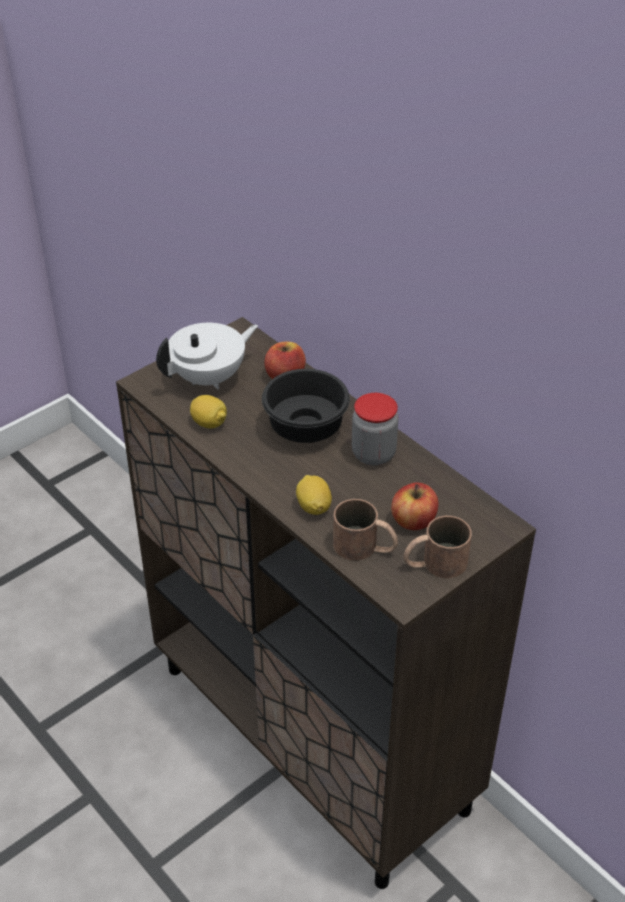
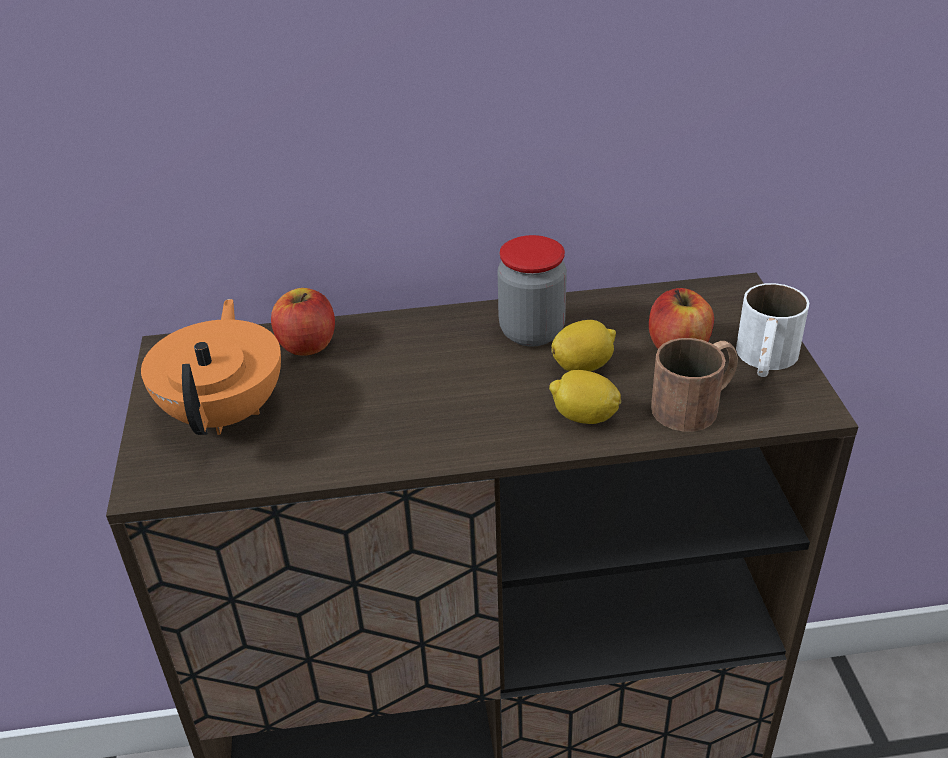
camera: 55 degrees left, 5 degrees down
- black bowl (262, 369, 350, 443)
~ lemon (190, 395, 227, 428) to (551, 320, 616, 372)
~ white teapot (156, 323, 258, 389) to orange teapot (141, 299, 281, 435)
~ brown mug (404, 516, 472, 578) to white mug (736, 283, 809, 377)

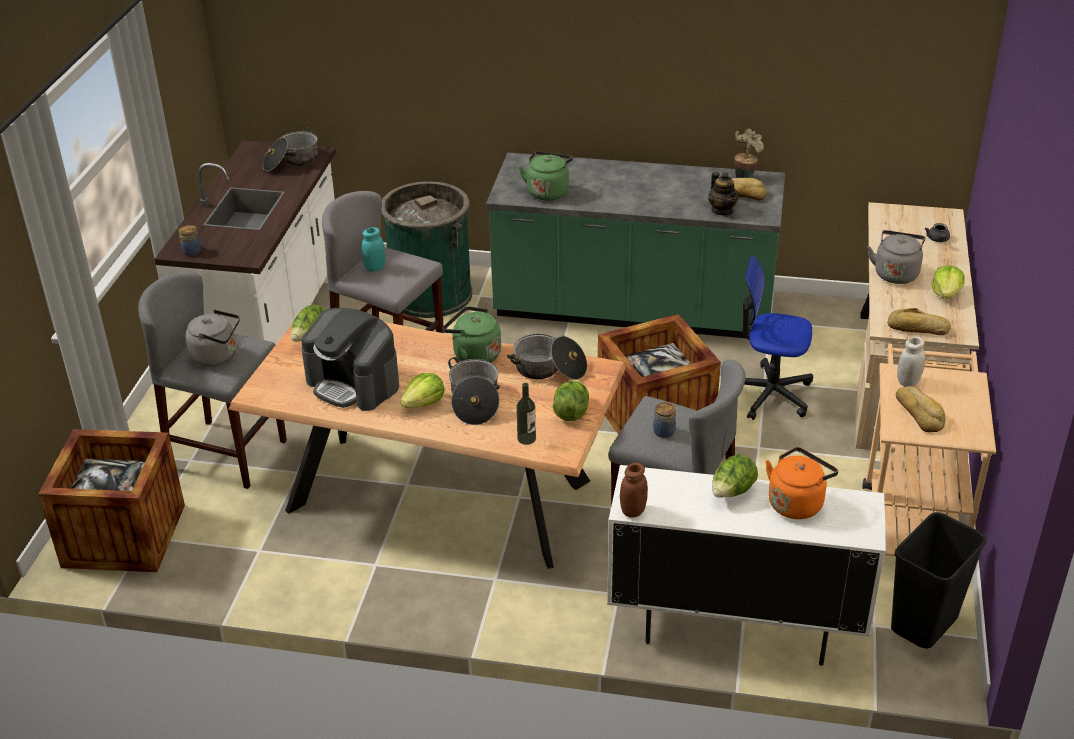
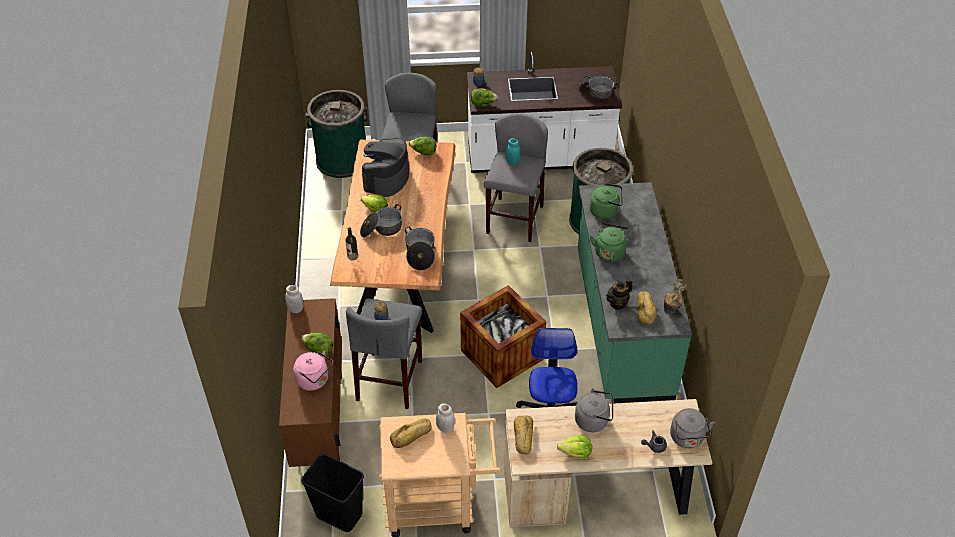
camera: 75 degrees right, 10 degrees up
~ grey kettle (185, 310, 240, 367) to (670, 408, 715, 448)
~ green kettle (442, 306, 501, 362) to (590, 223, 629, 262)
~ lettuce (553, 380, 589, 421) to (471, 88, 498, 107)
~ crate (38, 429, 185, 572) to green trash can (305, 90, 368, 178)
~ white cabinet (607, 465, 886, 666) to brown cabinet (279, 298, 342, 467)
~ brown jar (620, 463, 648, 518) to white jar (285, 285, 304, 313)
~ orange kettle (766, 447, 838, 519) to pink kettle (293, 351, 333, 391)

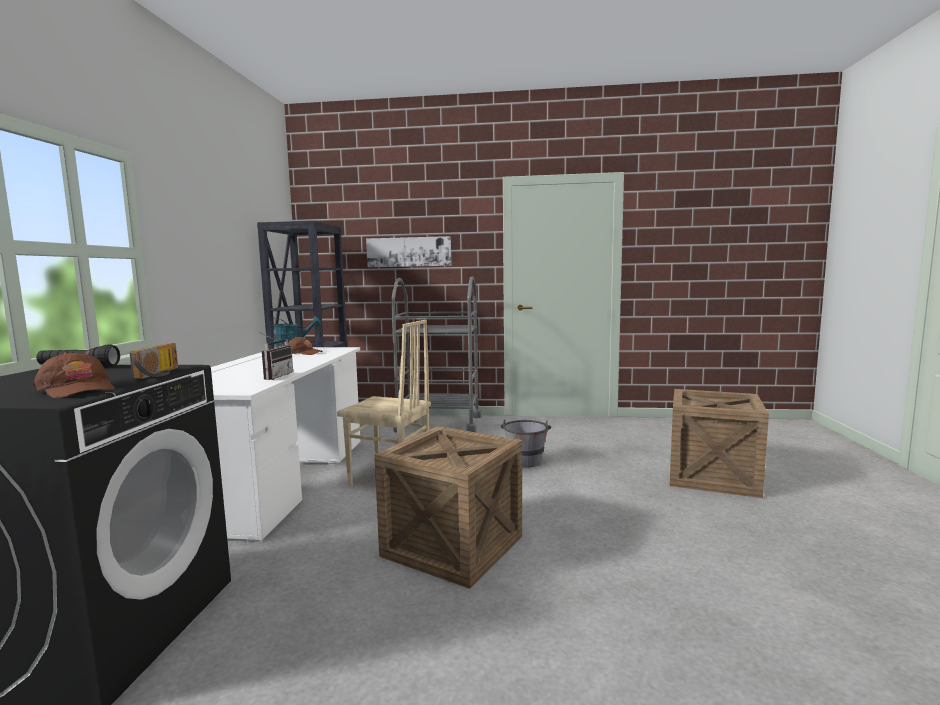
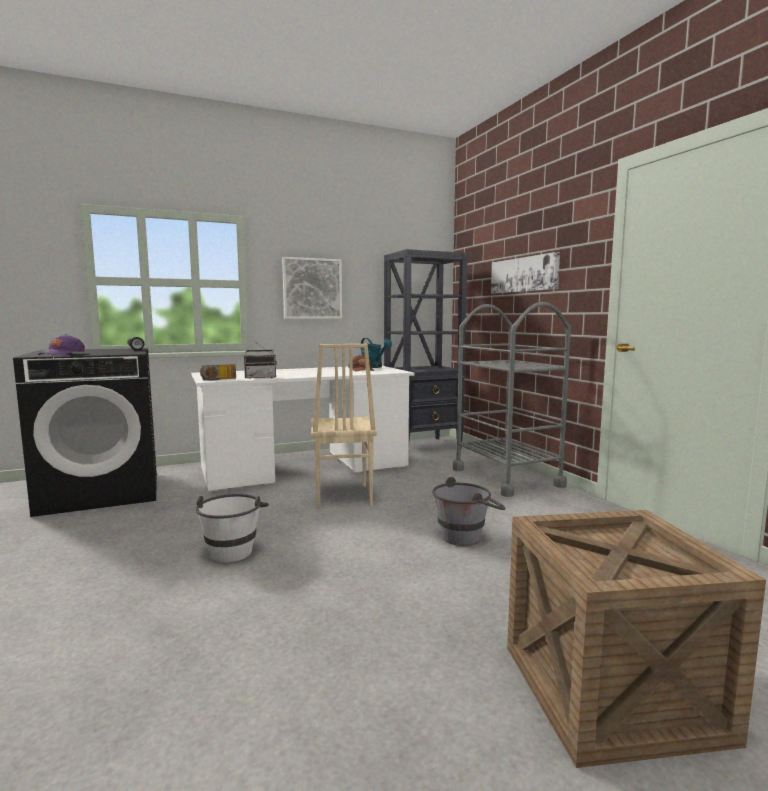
camera: 60 degrees right, 0 degrees up
+ picture (282, 257, 342, 319)
~ radio (130, 343, 178, 379) to (200, 364, 236, 380)
~ crate (374, 426, 522, 589) to white bucket (196, 494, 269, 563)
~ brown cap (34, 352, 115, 398) to purple cap (38, 334, 85, 355)

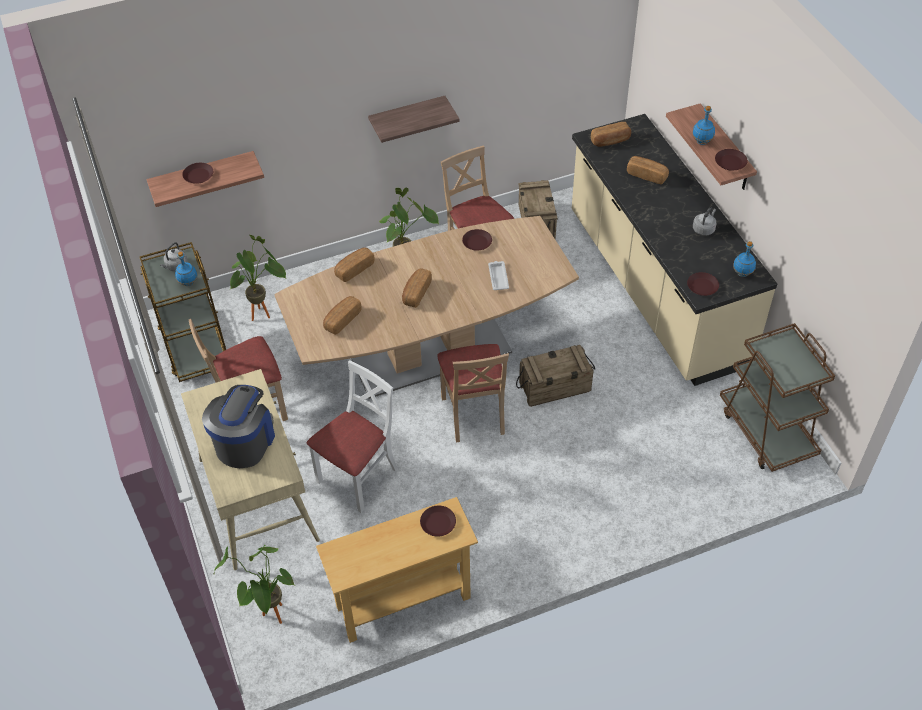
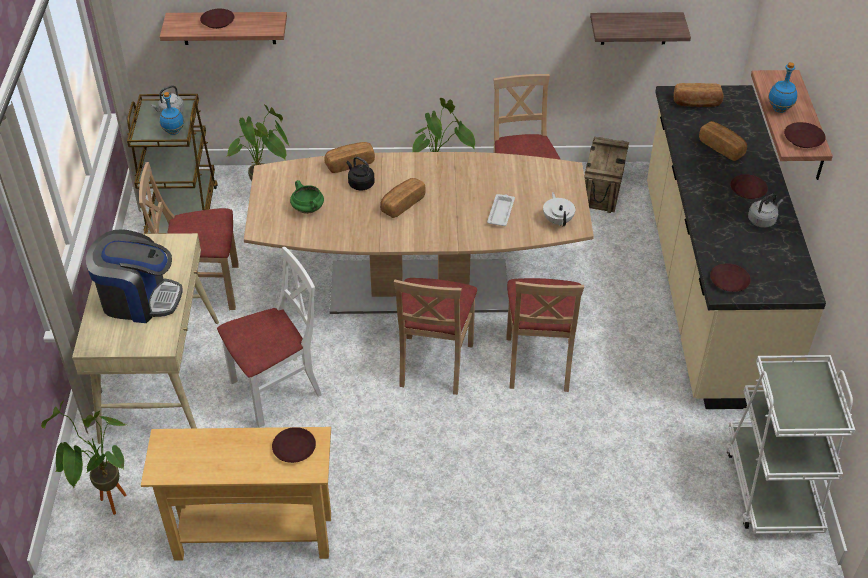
camera: 20 degrees right, 5 degrees down
- blue bottle (733, 241, 756, 277)
+ black kettle (347, 157, 375, 190)
+ white teapot (543, 192, 575, 226)
~ shelf (368, 96, 460, 143) to (590, 12, 691, 45)
~ brown plate (462, 229, 492, 251) to (730, 174, 768, 199)
~ bread (323, 296, 361, 335) to green cooking pot (290, 180, 324, 214)
~ crate (516, 345, 595, 407) to beige chair (506, 278, 584, 392)
~ brown cart (720, 323, 835, 472) to white cart (727, 355, 855, 534)
~ coffee machine (202, 385, 275, 468) = (86, 229, 182, 323) 60 degrees clockwise

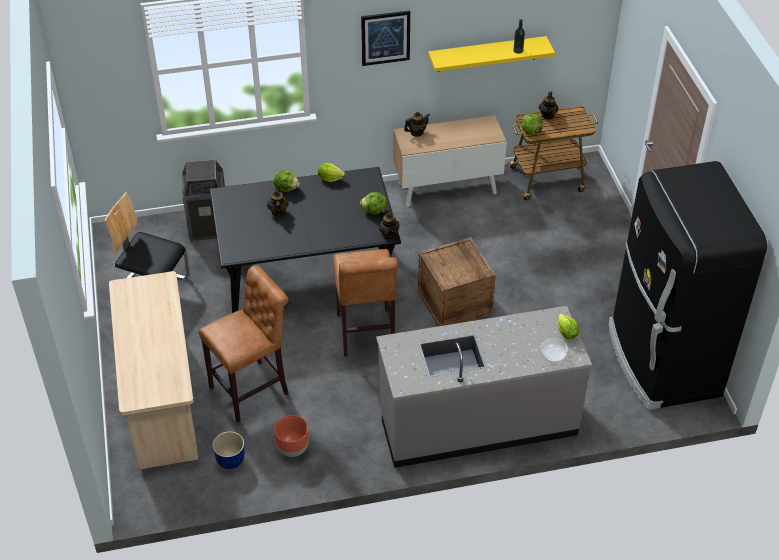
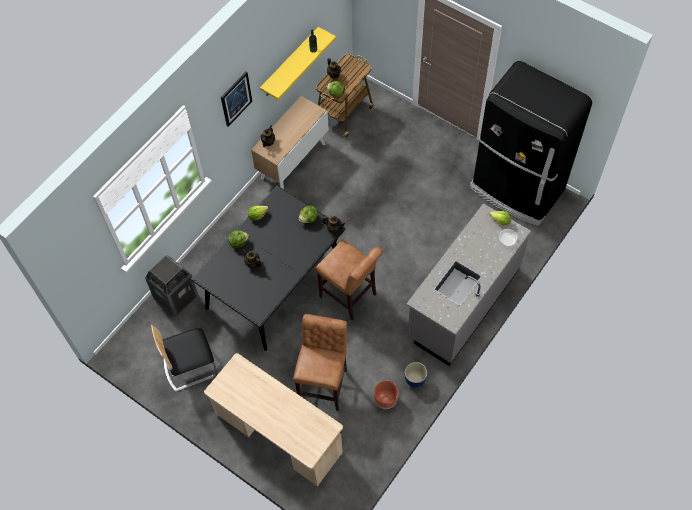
camera: 40 degrees left, 15 degrees up
- crate (418, 237, 496, 326)
~ planter (212, 431, 245, 469) to (405, 362, 427, 387)

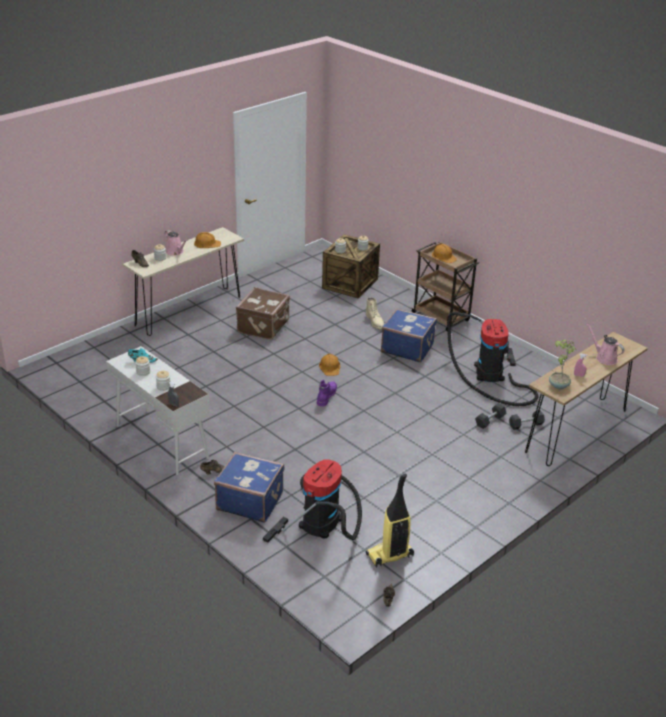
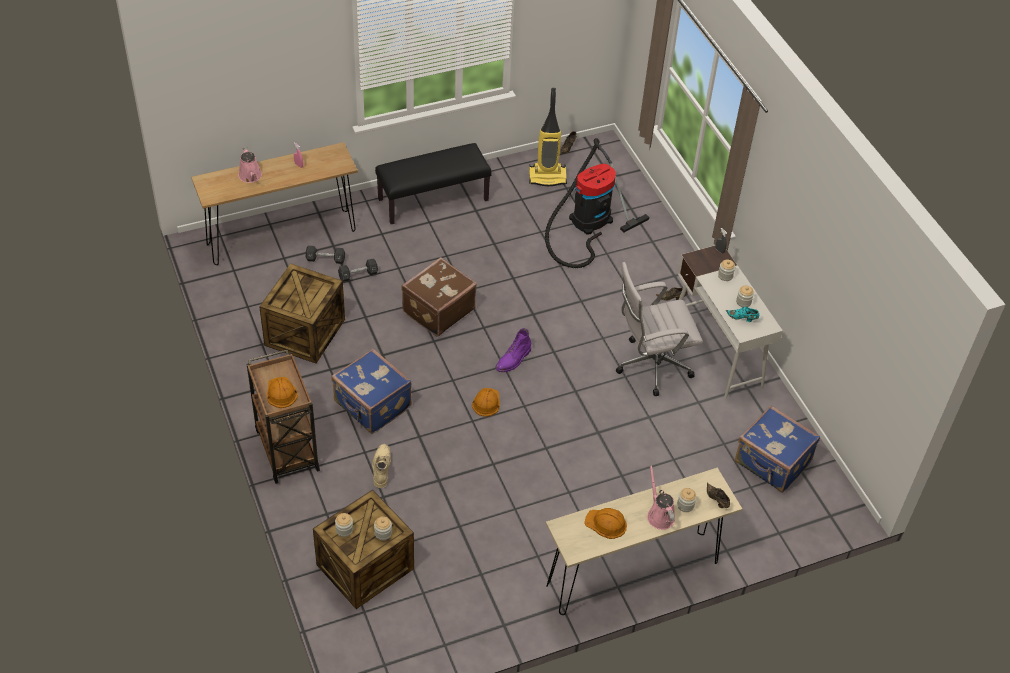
camera: 160 degrees left, 15 degrees up
- potted plant (549, 340, 576, 389)
+ black bench (375, 143, 492, 224)
+ white office chair (616, 262, 703, 396)
~ blue suitcase (214, 452, 285, 522) to (735, 405, 820, 493)
~ brown suitcase (236, 287, 290, 340) to (401, 257, 477, 337)
~ vacuum cleaner (447, 312, 538, 406) to crate (259, 263, 345, 364)

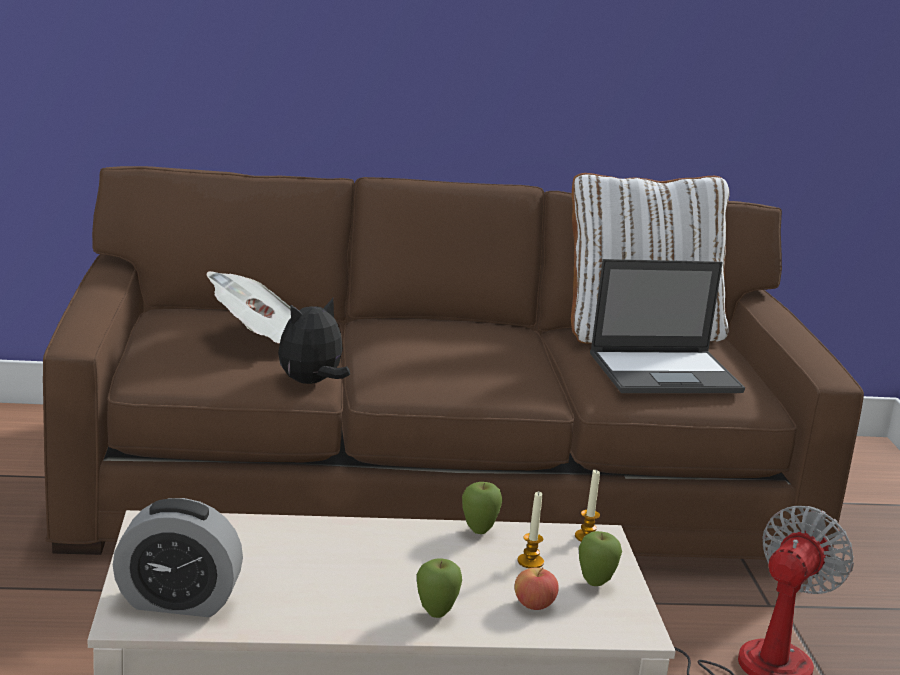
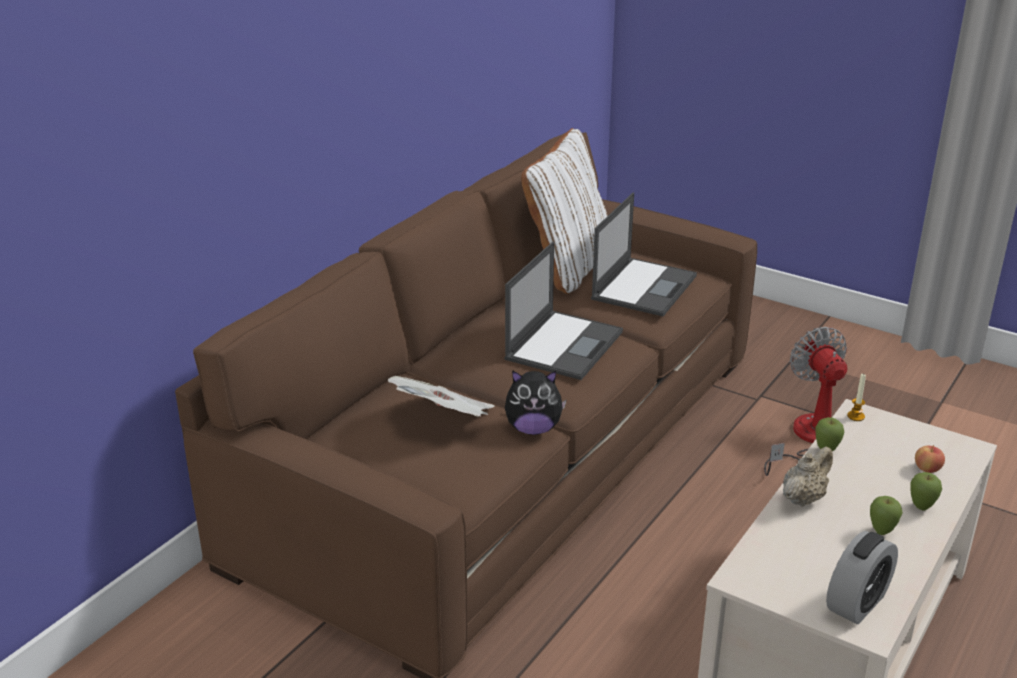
camera: 50 degrees left, 10 degrees up
- candle (517, 492, 544, 568)
+ laptop (504, 241, 623, 380)
+ beige teapot (783, 447, 833, 507)
~ apple (579, 531, 622, 586) to (870, 496, 903, 535)
~ plush toy (278, 298, 350, 384) = (505, 370, 567, 435) 90 degrees counterclockwise

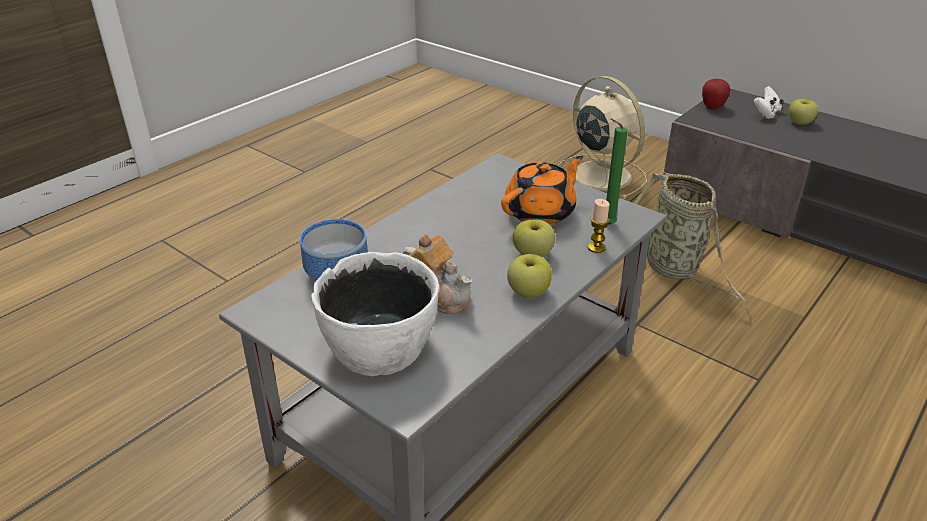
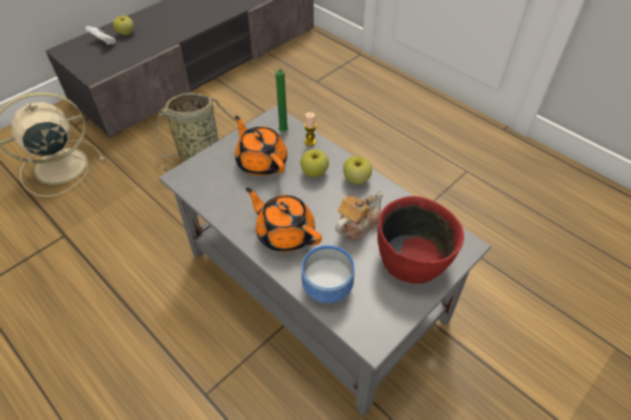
camera: 85 degrees left, 15 degrees up
- apple (702, 79, 731, 109)
+ orange teapot (245, 188, 322, 252)
~ white bowl (311, 252, 439, 376) to red bowl (377, 196, 464, 284)

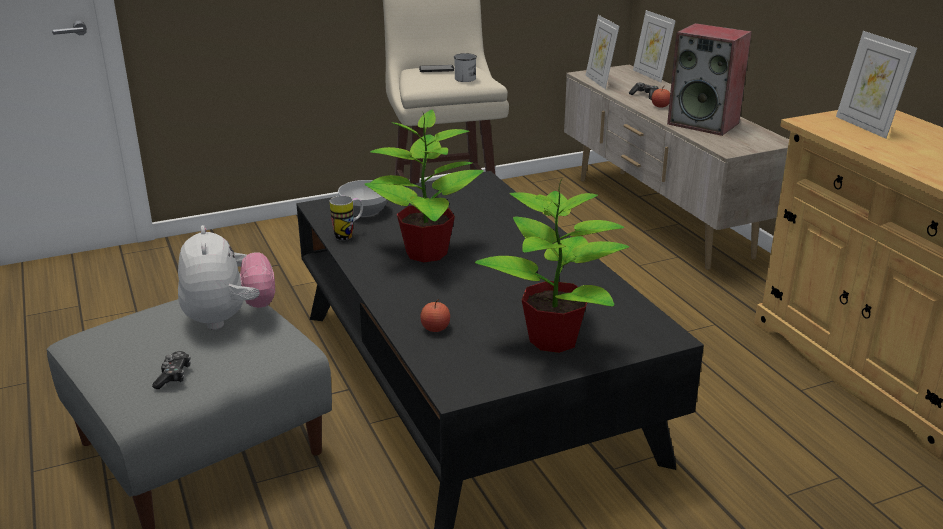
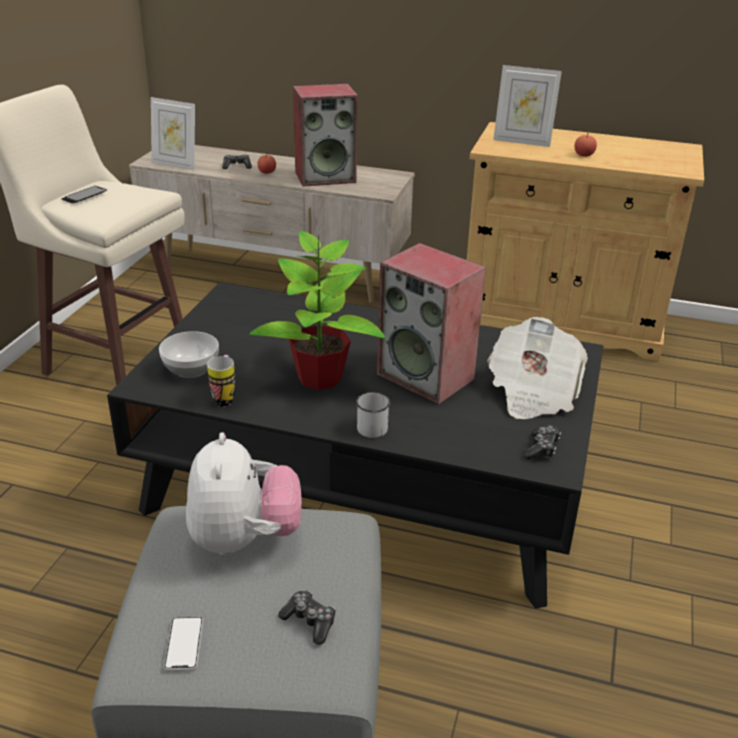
camera: 50 degrees left, 5 degrees up
- picture frame (633, 10, 676, 82)
+ phone (164, 617, 203, 671)
+ speaker (377, 243, 486, 404)
+ game controller (523, 425, 561, 460)
~ apple (420, 299, 450, 332) to (574, 132, 597, 157)
~ white mug (454, 53, 477, 82) to (356, 392, 390, 438)
~ potted plant (475, 179, 630, 353) to newspaper (488, 317, 588, 419)
~ plush toy (178, 225, 275, 330) = (186, 432, 302, 556) 60 degrees clockwise

